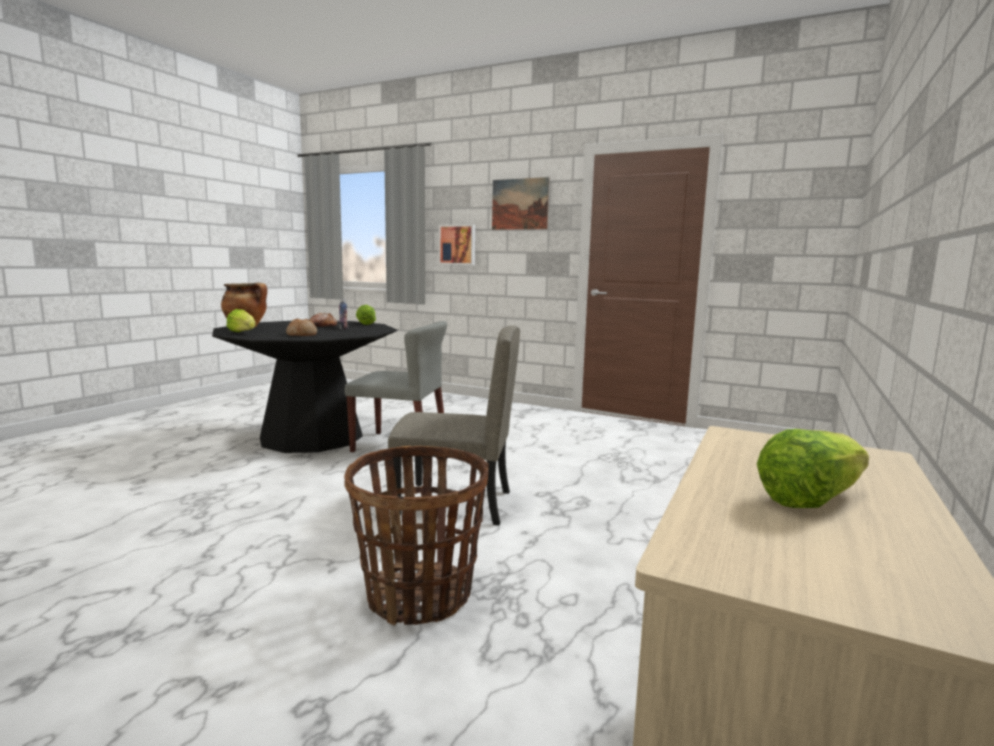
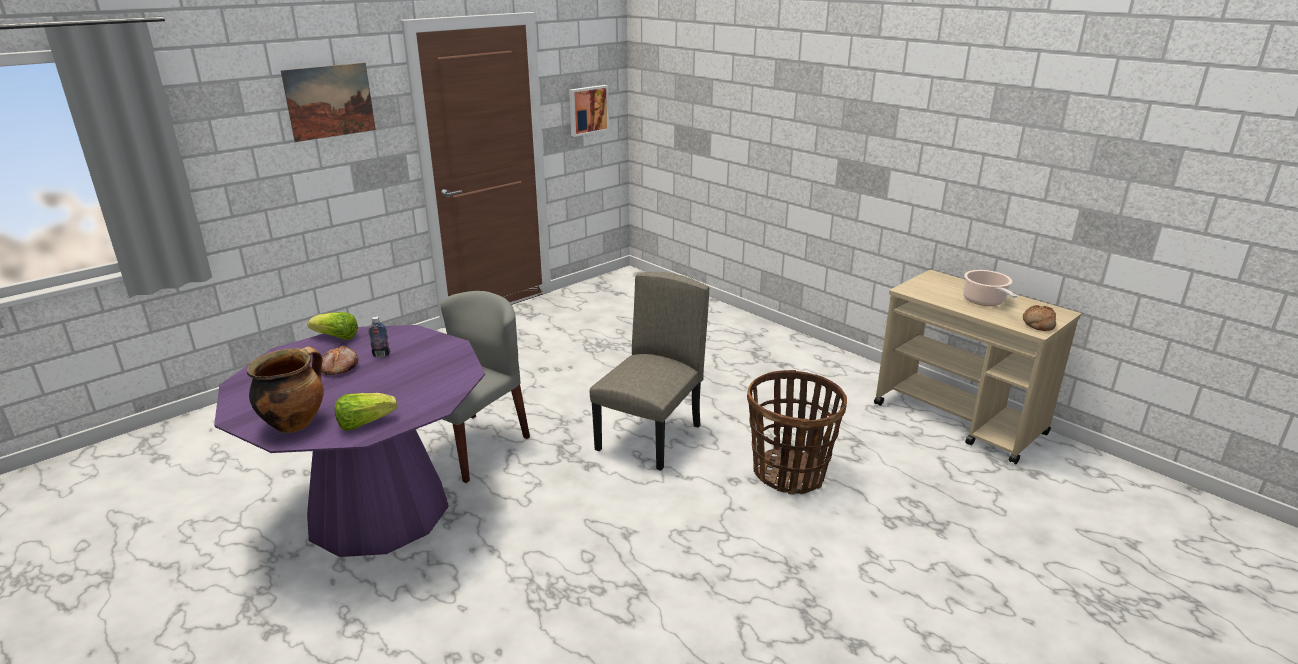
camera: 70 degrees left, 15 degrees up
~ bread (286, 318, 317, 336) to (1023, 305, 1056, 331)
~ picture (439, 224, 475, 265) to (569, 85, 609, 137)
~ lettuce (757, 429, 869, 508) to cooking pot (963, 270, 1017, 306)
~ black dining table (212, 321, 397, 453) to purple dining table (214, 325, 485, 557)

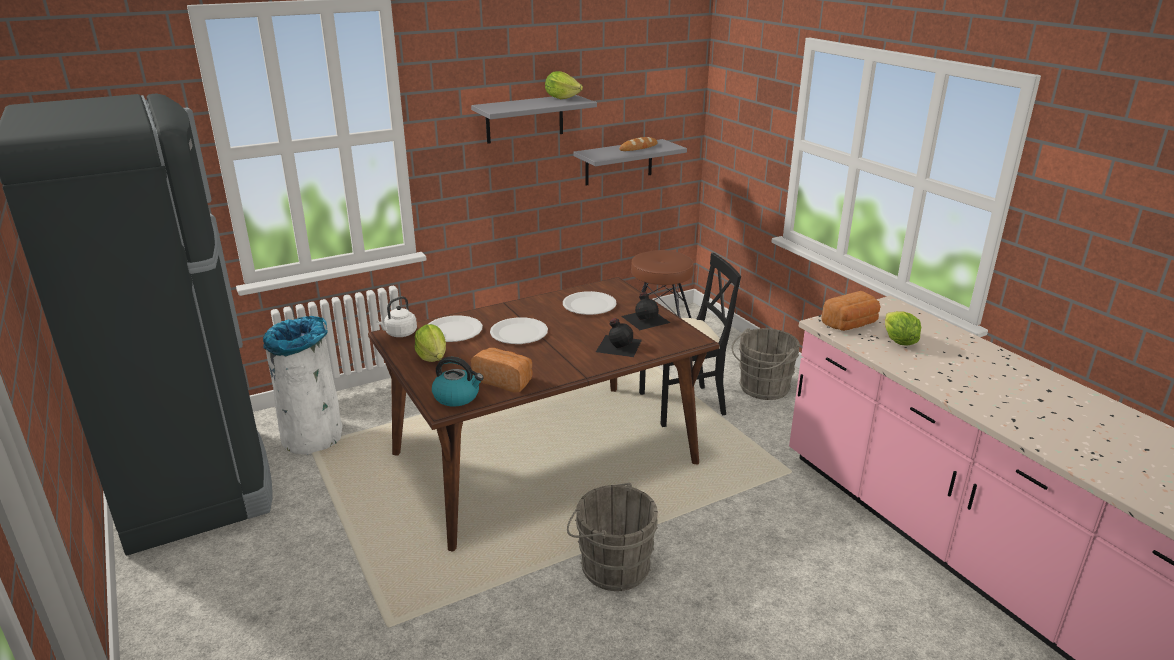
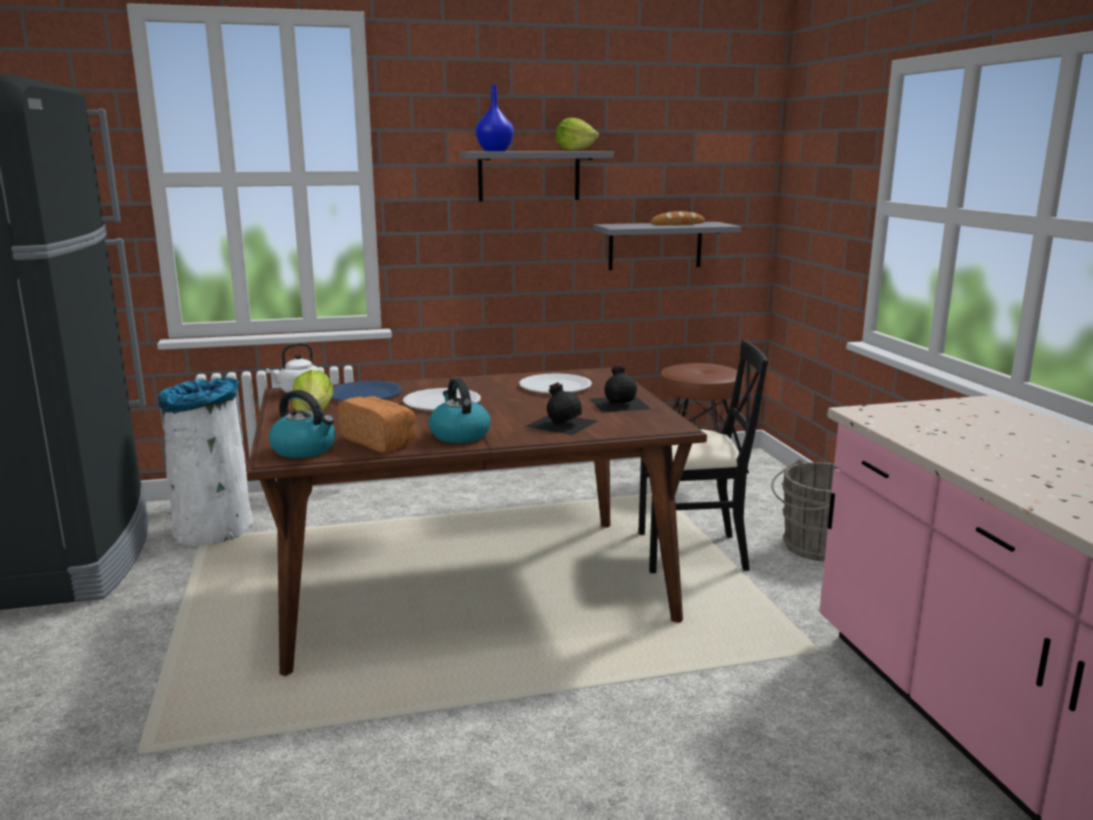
camera: 15 degrees right, 10 degrees down
- grey bucket (567, 483, 658, 591)
- bread (821, 291, 880, 331)
- lettuce (885, 311, 921, 346)
+ kettle (429, 378, 491, 443)
+ blue vase (476, 85, 514, 151)
~ white plate (429, 315, 483, 342) to blue plate (331, 381, 402, 401)

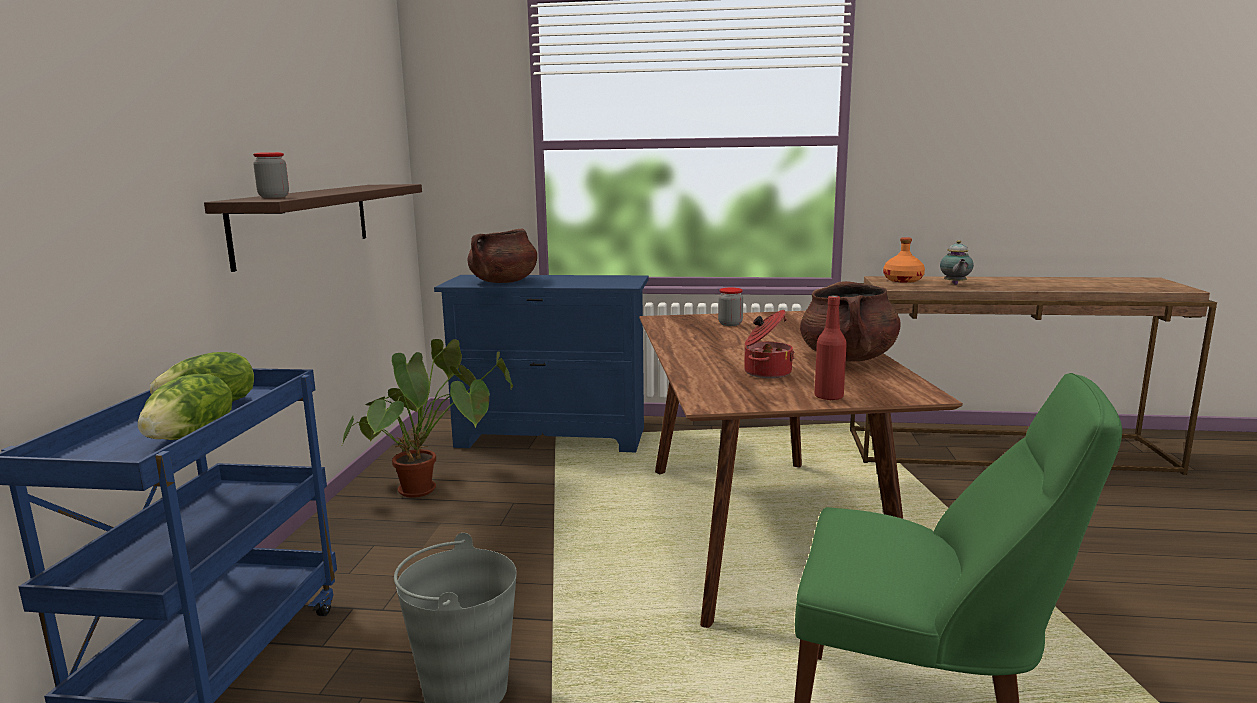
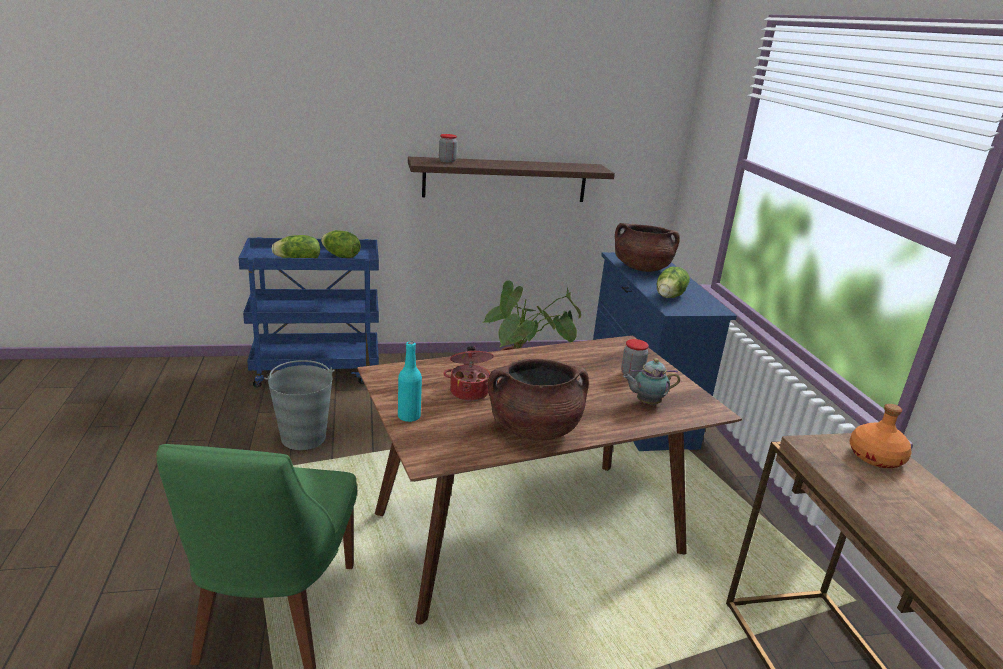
camera: 70 degrees right, 10 degrees up
+ lettuce (657, 266, 690, 298)
~ teapot (940, 240, 974, 285) to (623, 358, 680, 404)
~ red bottle (815, 295, 847, 401) to turquoise bottle (398, 341, 422, 422)

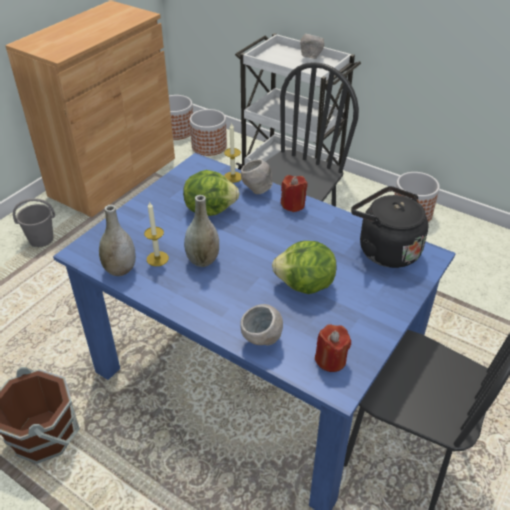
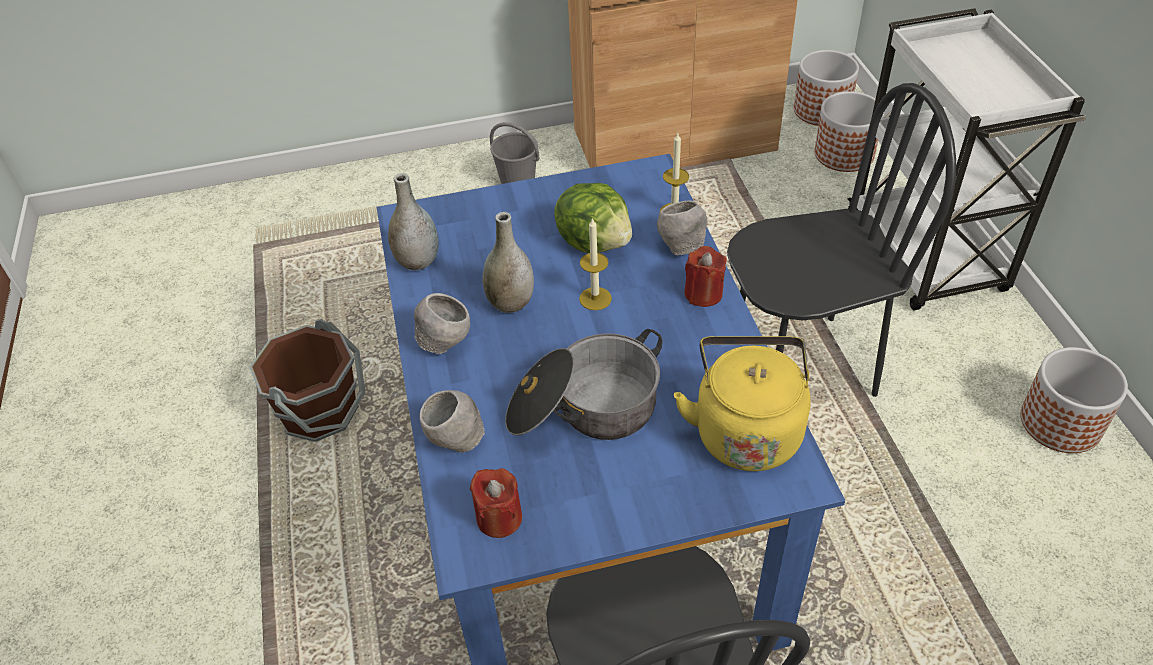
camera: 45 degrees right, 5 degrees up
~ candle (144, 201, 169, 266) to (579, 218, 612, 310)
~ grey bowl (300, 34, 324, 59) to (413, 293, 470, 354)
~ lettuce (272, 241, 337, 294) to cooking pot (505, 329, 663, 440)
~ black kettle (351, 186, 428, 268) to yellow kettle (674, 336, 811, 471)

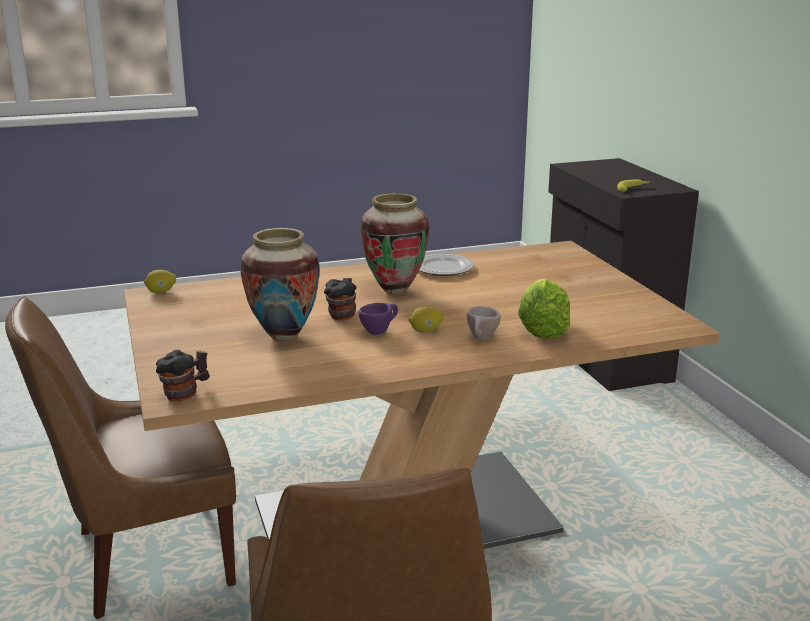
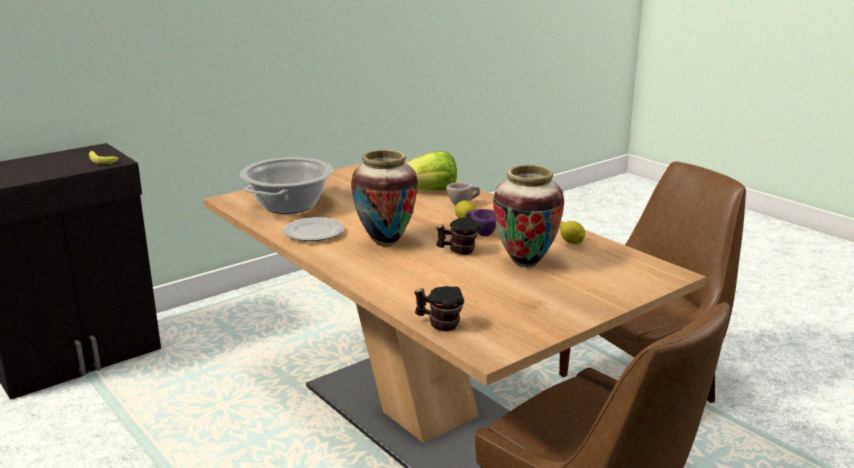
camera: 110 degrees left, 0 degrees up
+ cooking pot (240, 158, 333, 214)
~ lemon (144, 270, 176, 293) to (560, 221, 585, 244)
~ mug (156, 350, 210, 401) to (414, 286, 464, 331)

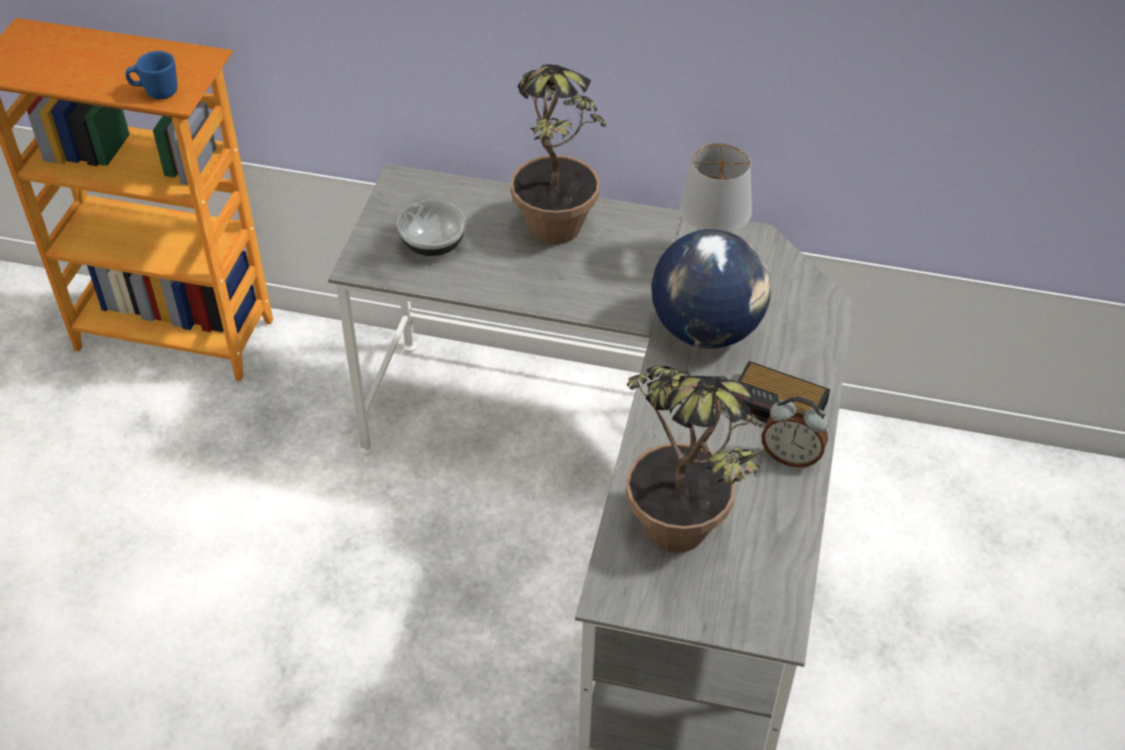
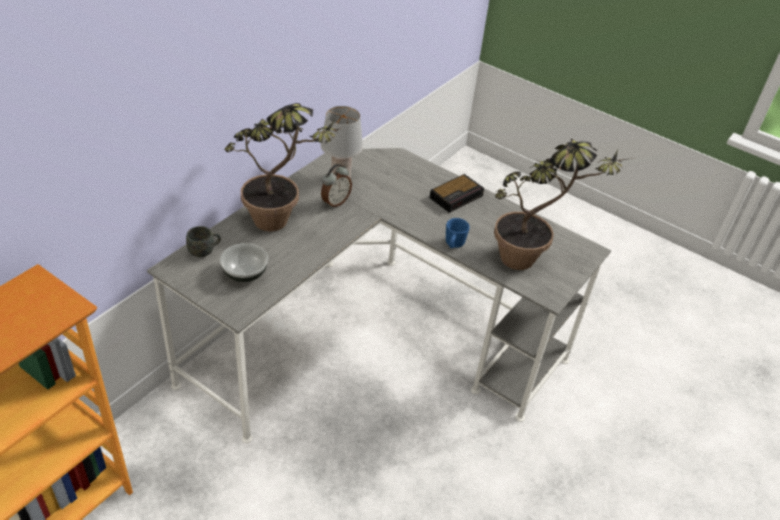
camera: 70 degrees left, 5 degrees down
- globe (651, 229, 771, 349)
+ grey mug (186, 226, 221, 257)
~ blue mug (125, 51, 177, 99) to (446, 218, 470, 248)
~ alarm clock (762, 397, 828, 467) to (321, 164, 352, 208)

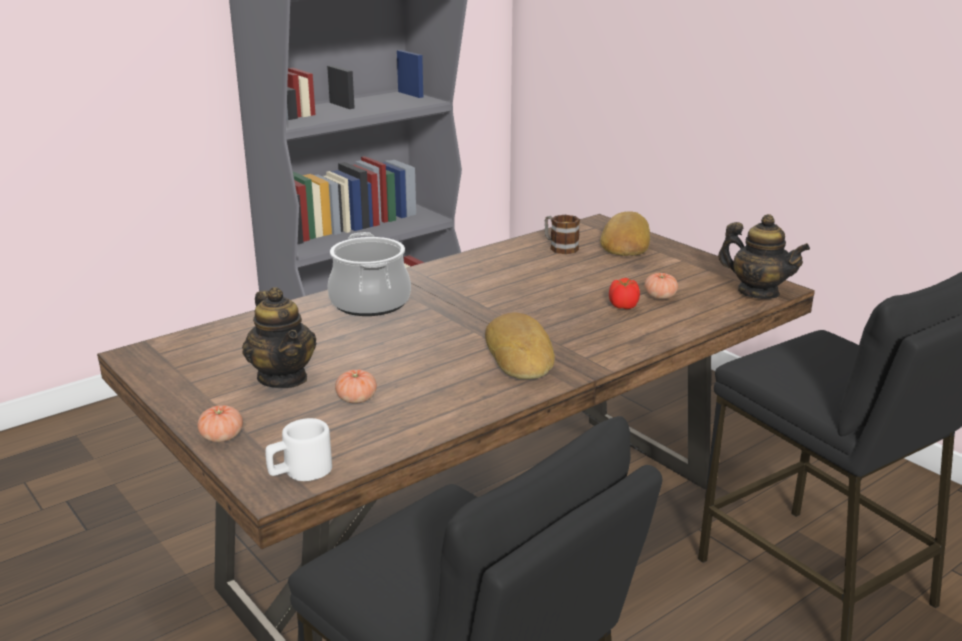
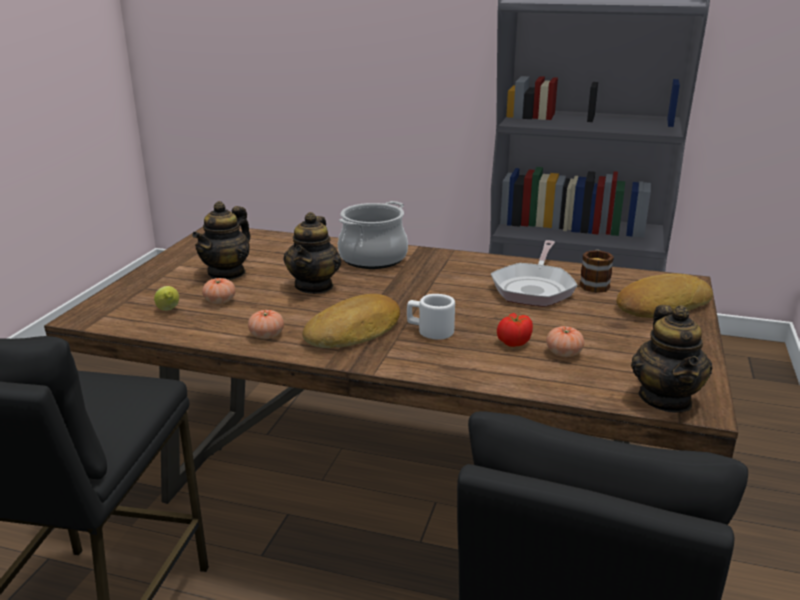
camera: 55 degrees right, 0 degrees up
+ lemon (154, 286, 179, 311)
+ teapot (283, 212, 341, 294)
+ frying pan (491, 240, 577, 307)
~ tomato (198, 405, 243, 442) to (248, 310, 284, 339)
~ white mug (265, 418, 332, 481) to (407, 294, 455, 340)

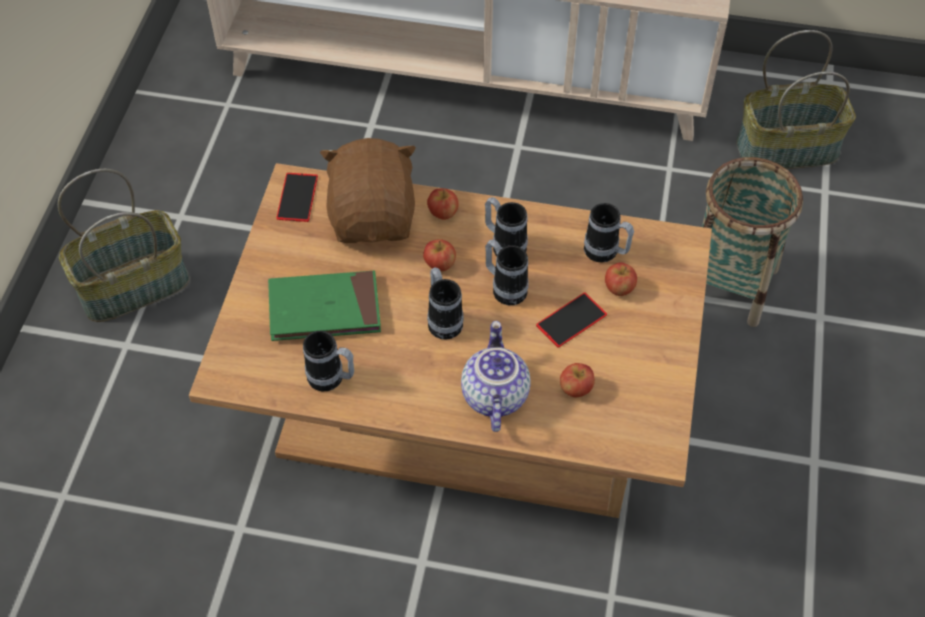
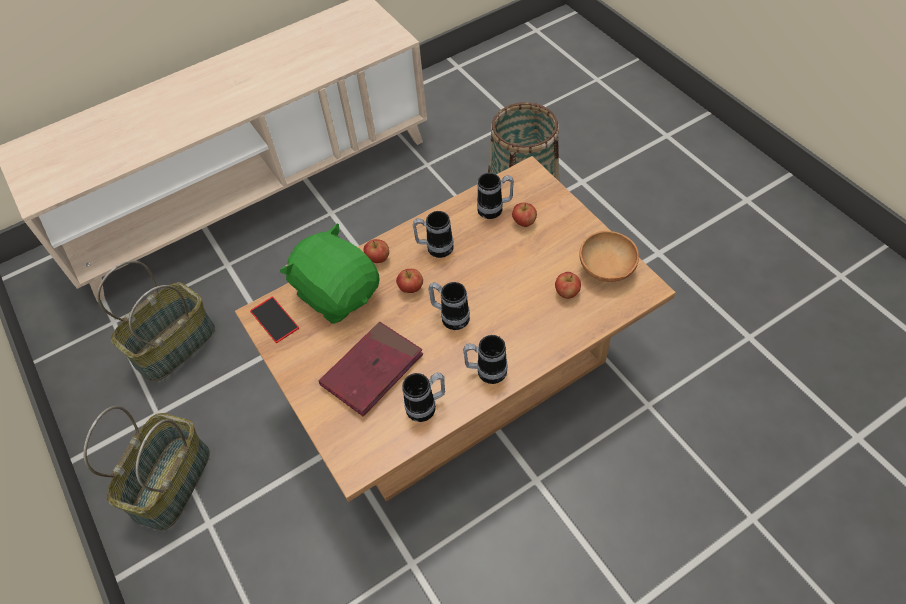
camera: 40 degrees left, 0 degrees up
- teapot (461, 321, 531, 432)
- phone (536, 293, 607, 348)
+ brown bowl (579, 231, 639, 282)
~ mug (485, 240, 529, 305) to (463, 335, 508, 384)
~ basket (736, 30, 856, 169) to (97, 261, 215, 381)
~ green book (268, 271, 381, 341) to red book (319, 322, 423, 416)
~ brown plush toy (320, 138, 416, 243) to green plush toy (280, 224, 380, 324)

